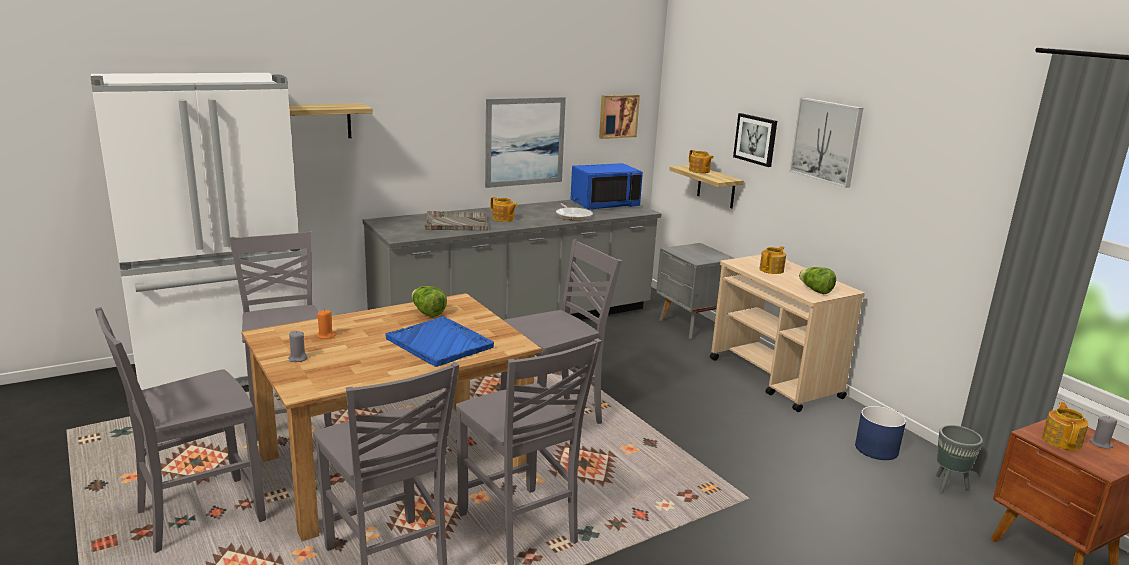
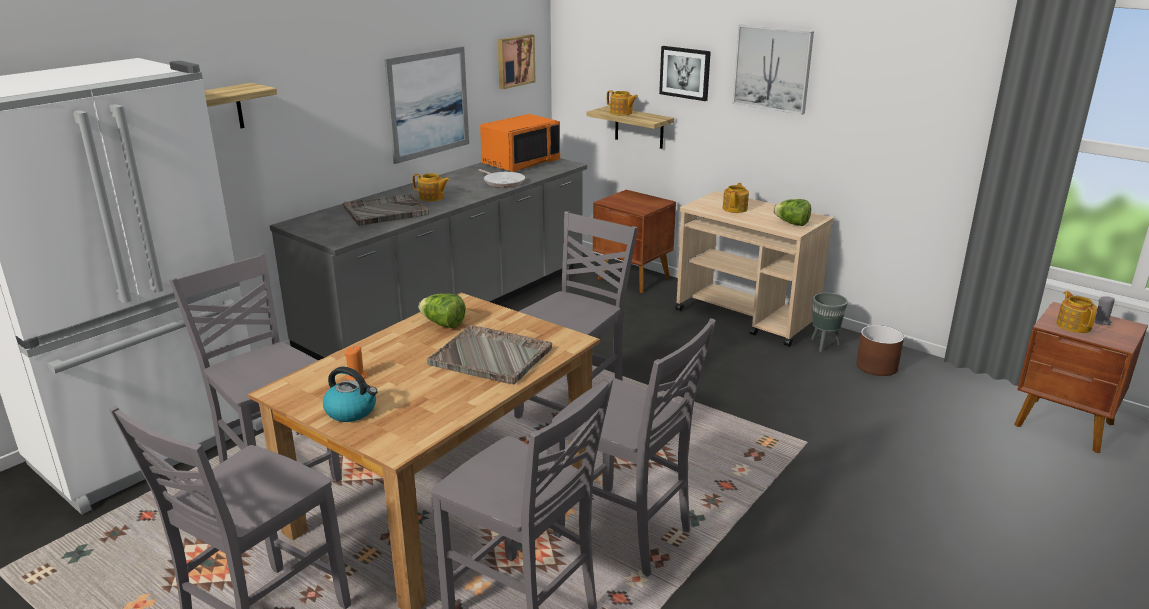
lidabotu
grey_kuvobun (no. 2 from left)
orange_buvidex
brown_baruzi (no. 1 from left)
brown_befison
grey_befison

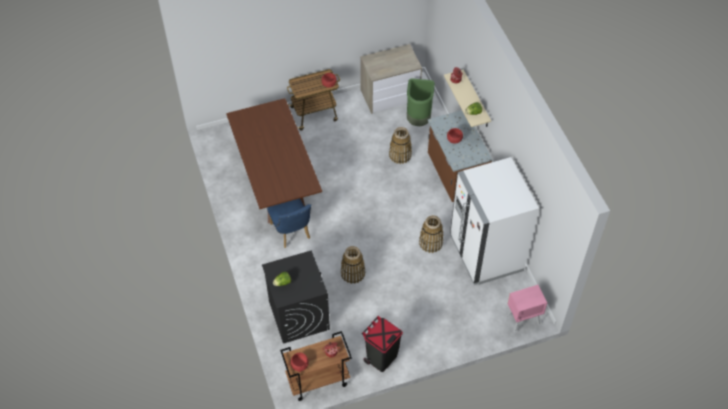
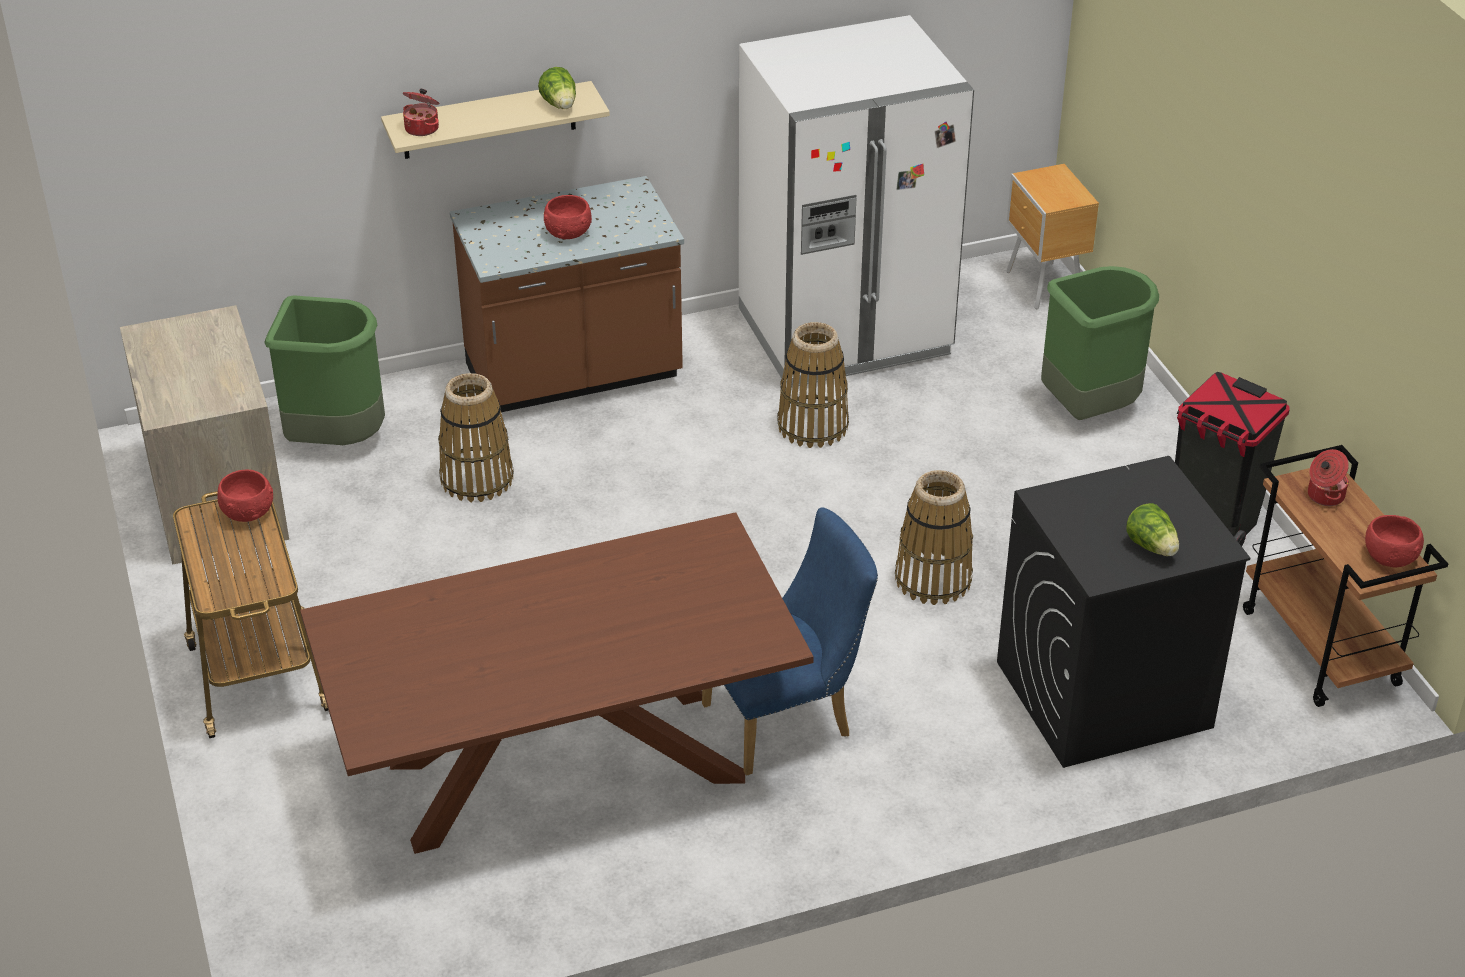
brown_baruzi
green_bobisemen (no. 2 from left)

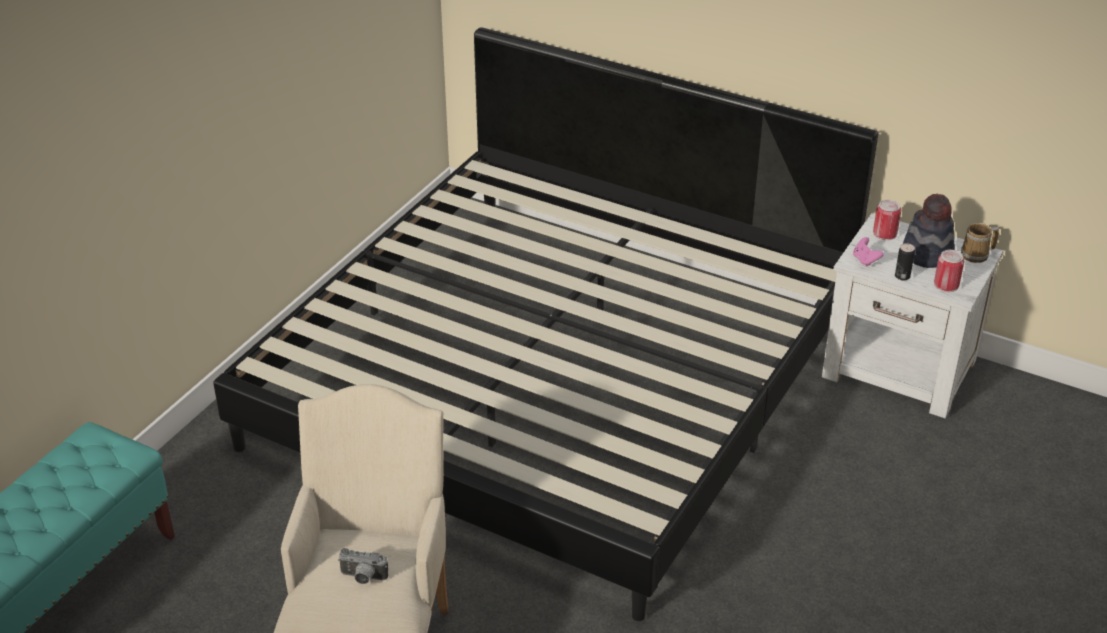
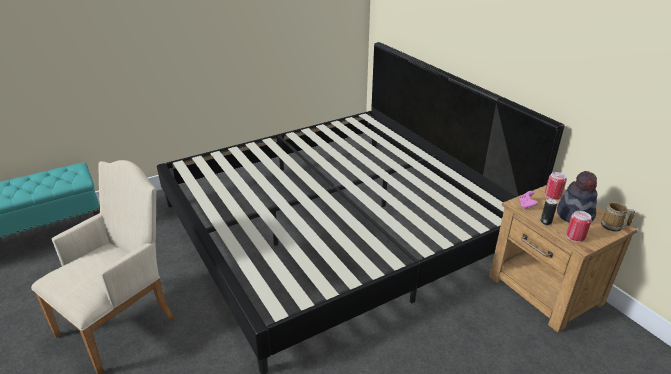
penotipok
brown_baruzi

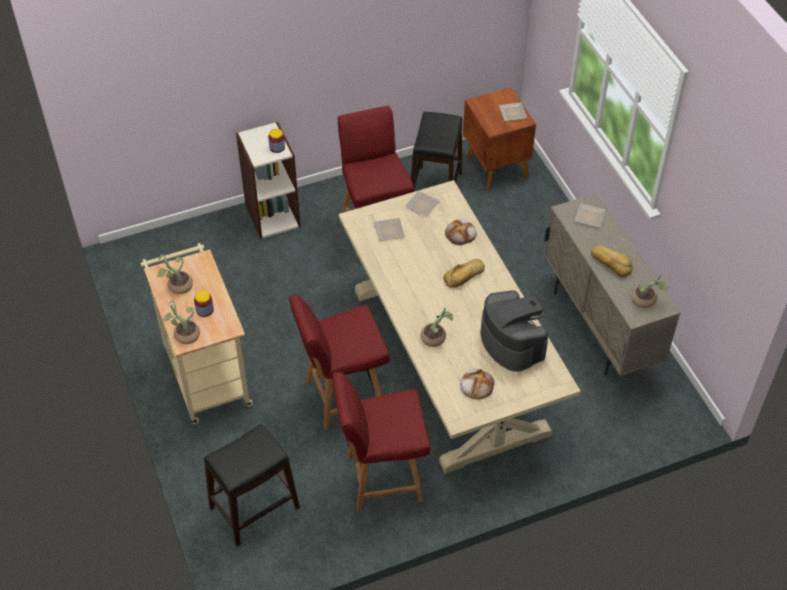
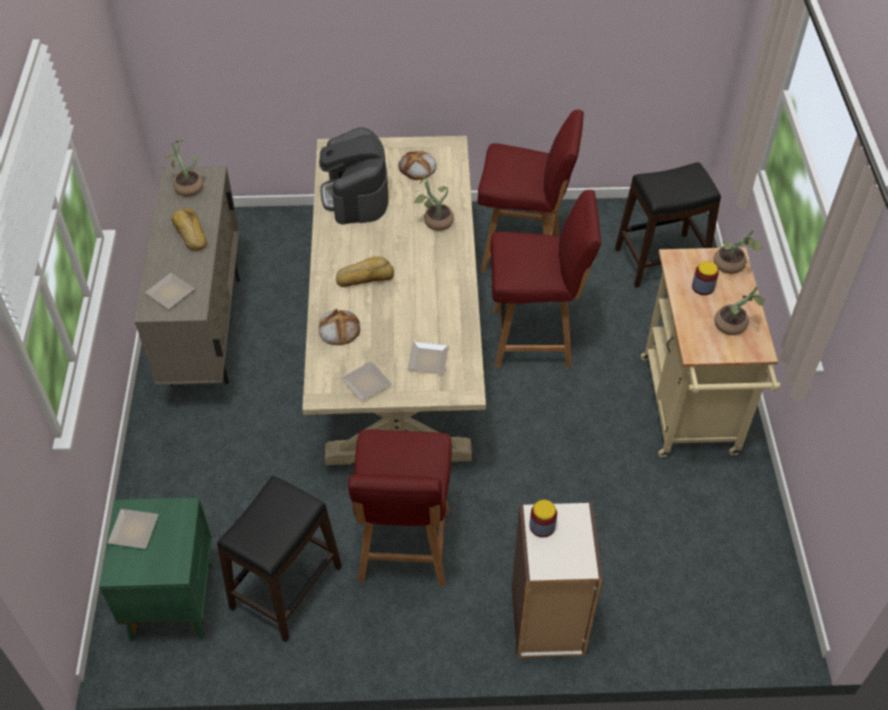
green_baruzi

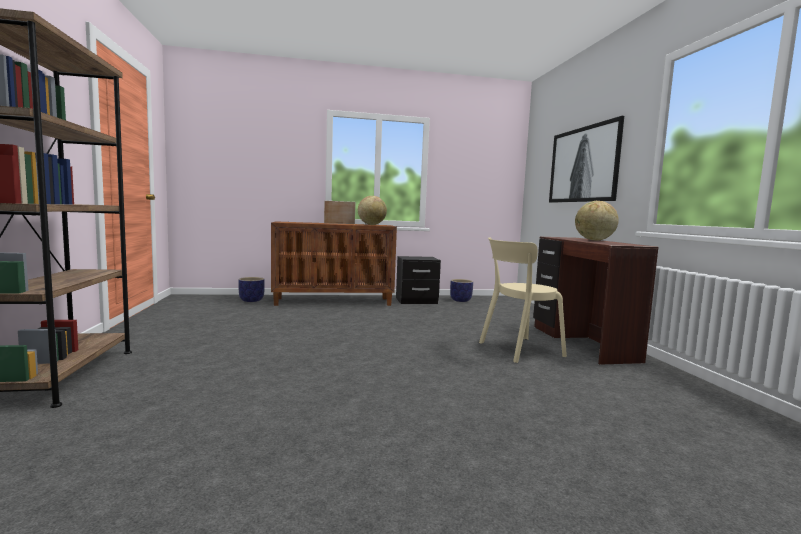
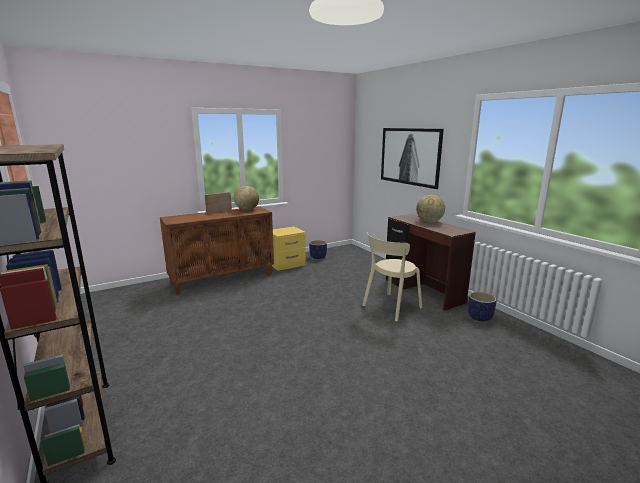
befison (no. 2 from left)
yellow_baruzi

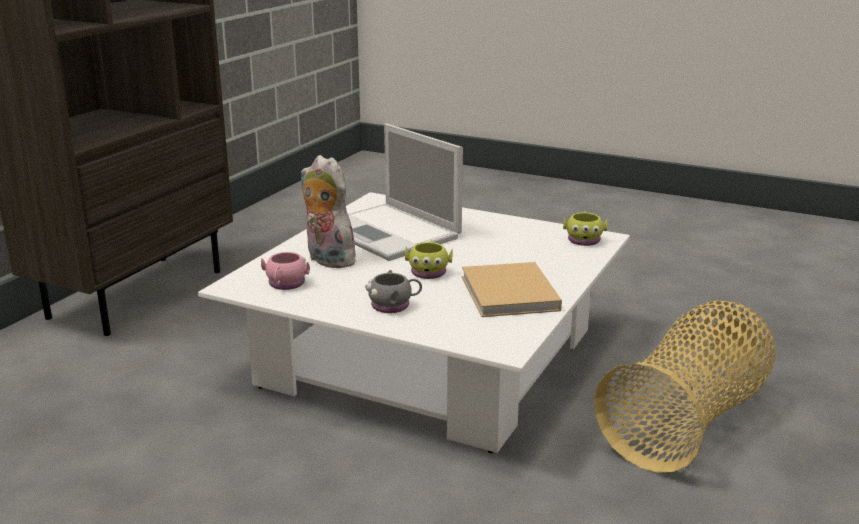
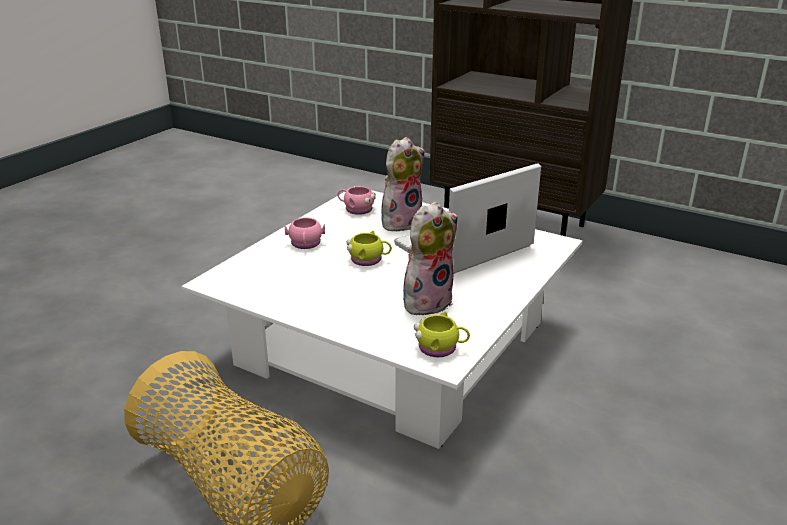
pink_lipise (no. 1 from left)
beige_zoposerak
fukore (no. 2 from left)

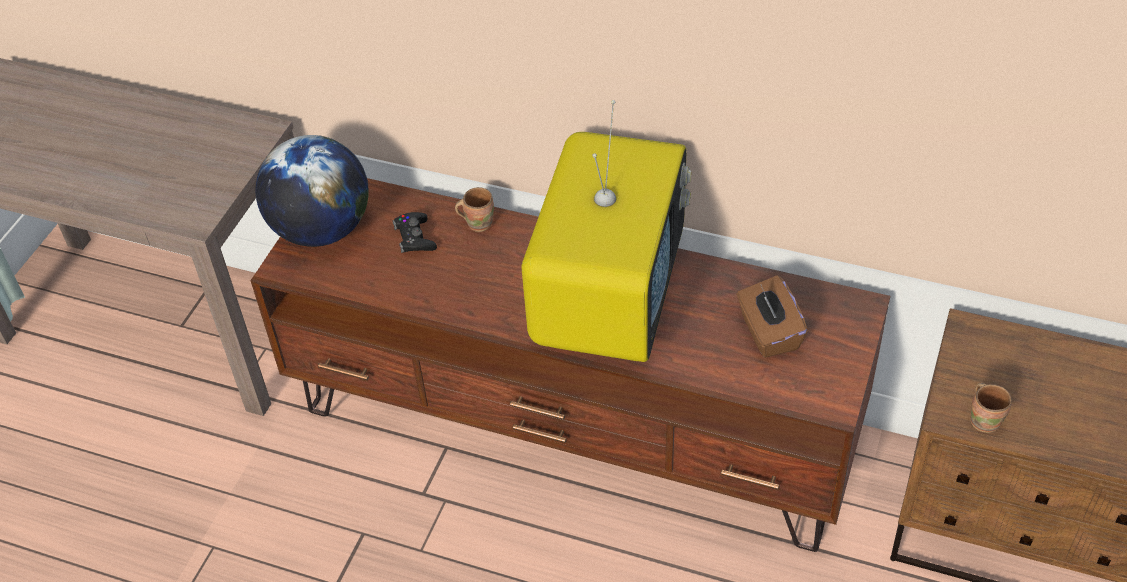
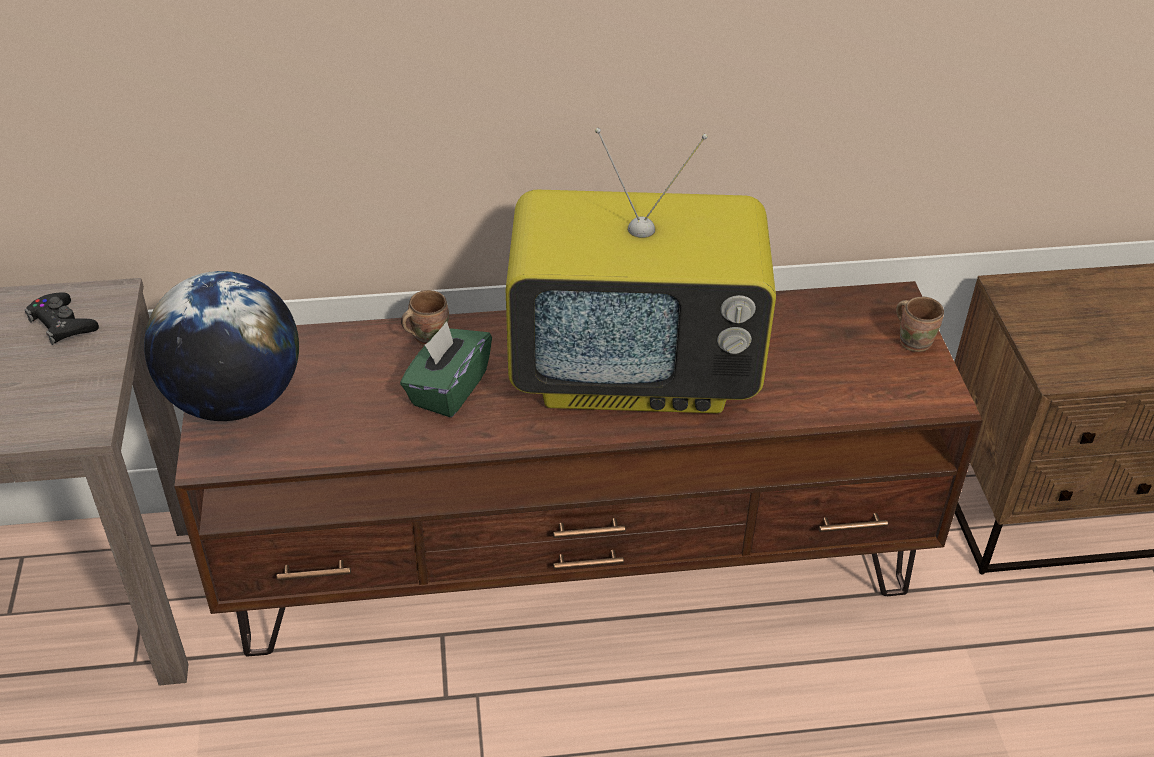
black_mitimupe
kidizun
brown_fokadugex
brown_lipise (no. 2 from left)
green_fokadugex

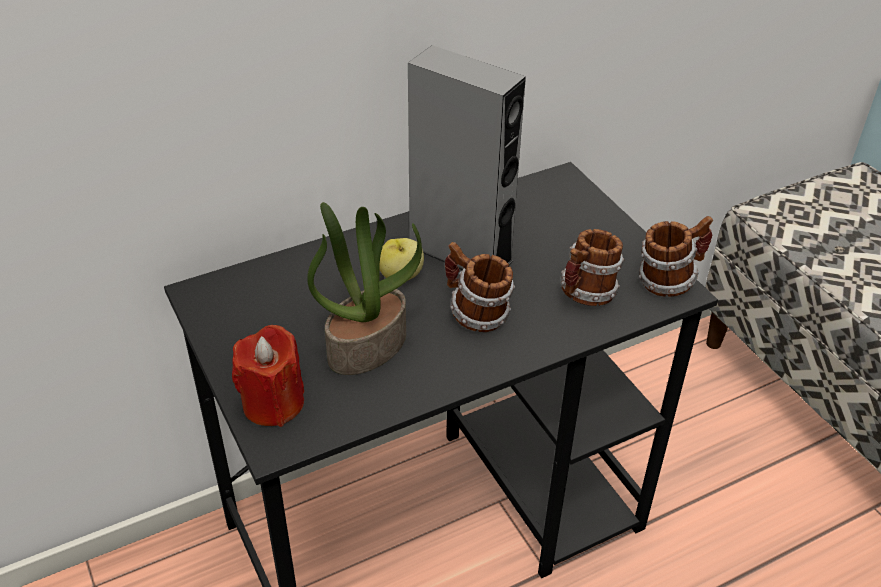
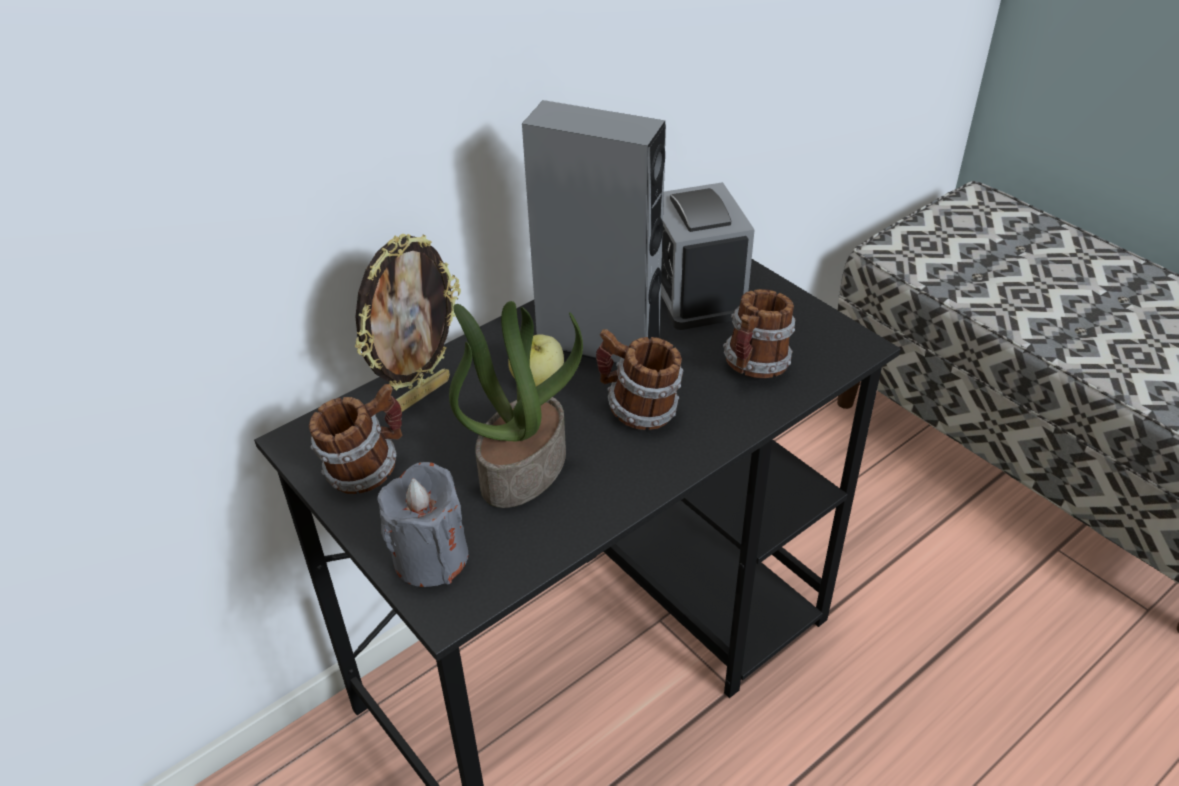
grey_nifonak
lipise (no. 1 from left)
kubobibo
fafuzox

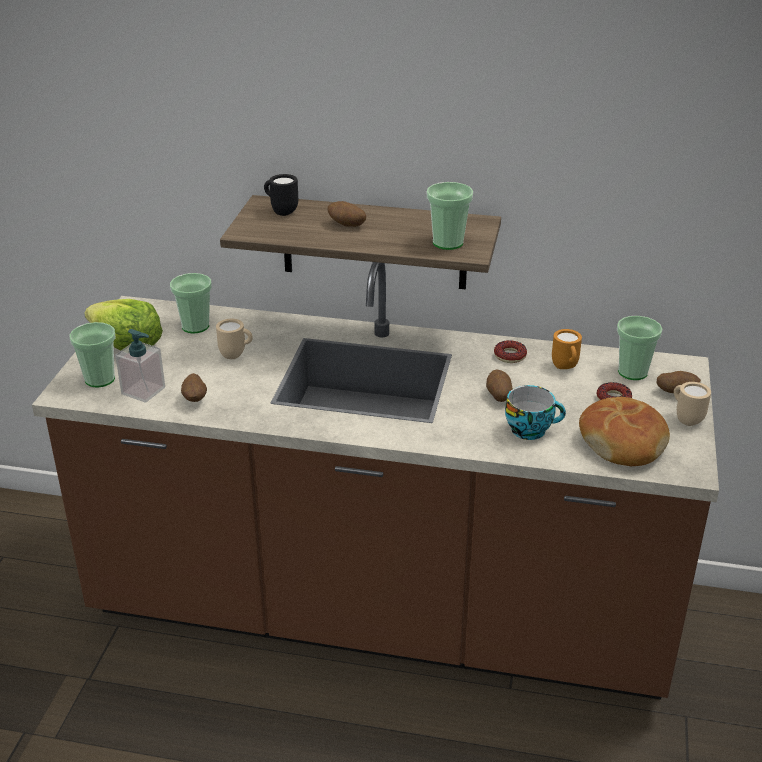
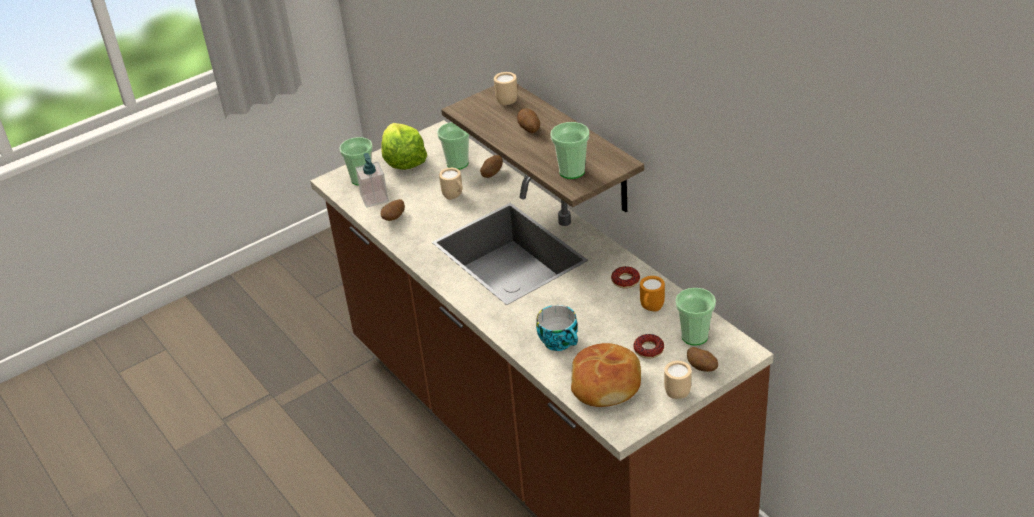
beige_lipise (no. 2 from left)
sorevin (no. 2 from left)

